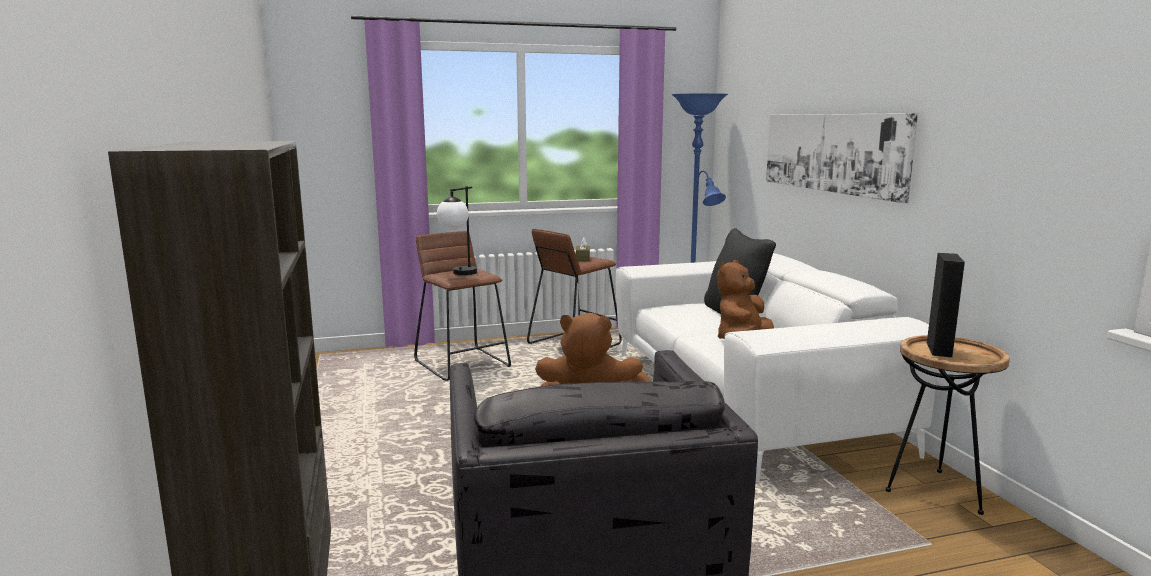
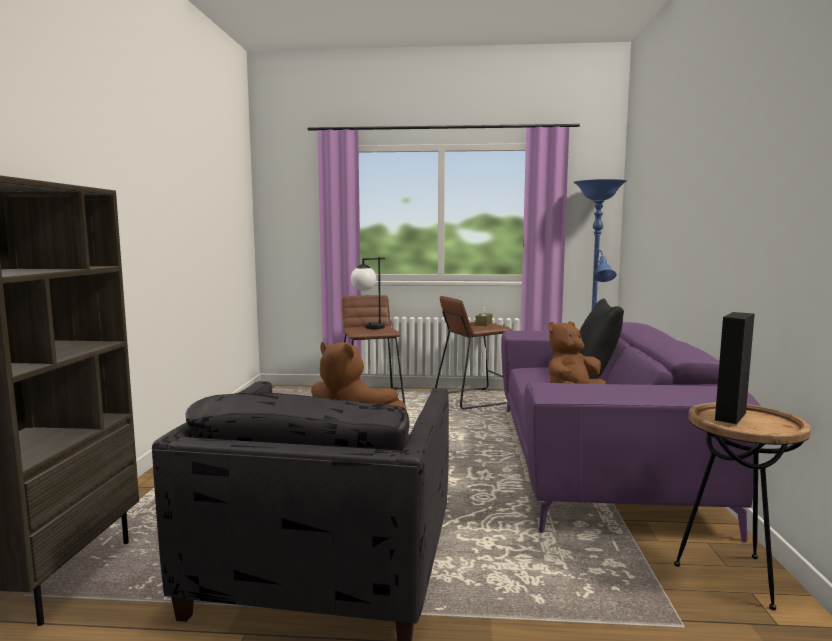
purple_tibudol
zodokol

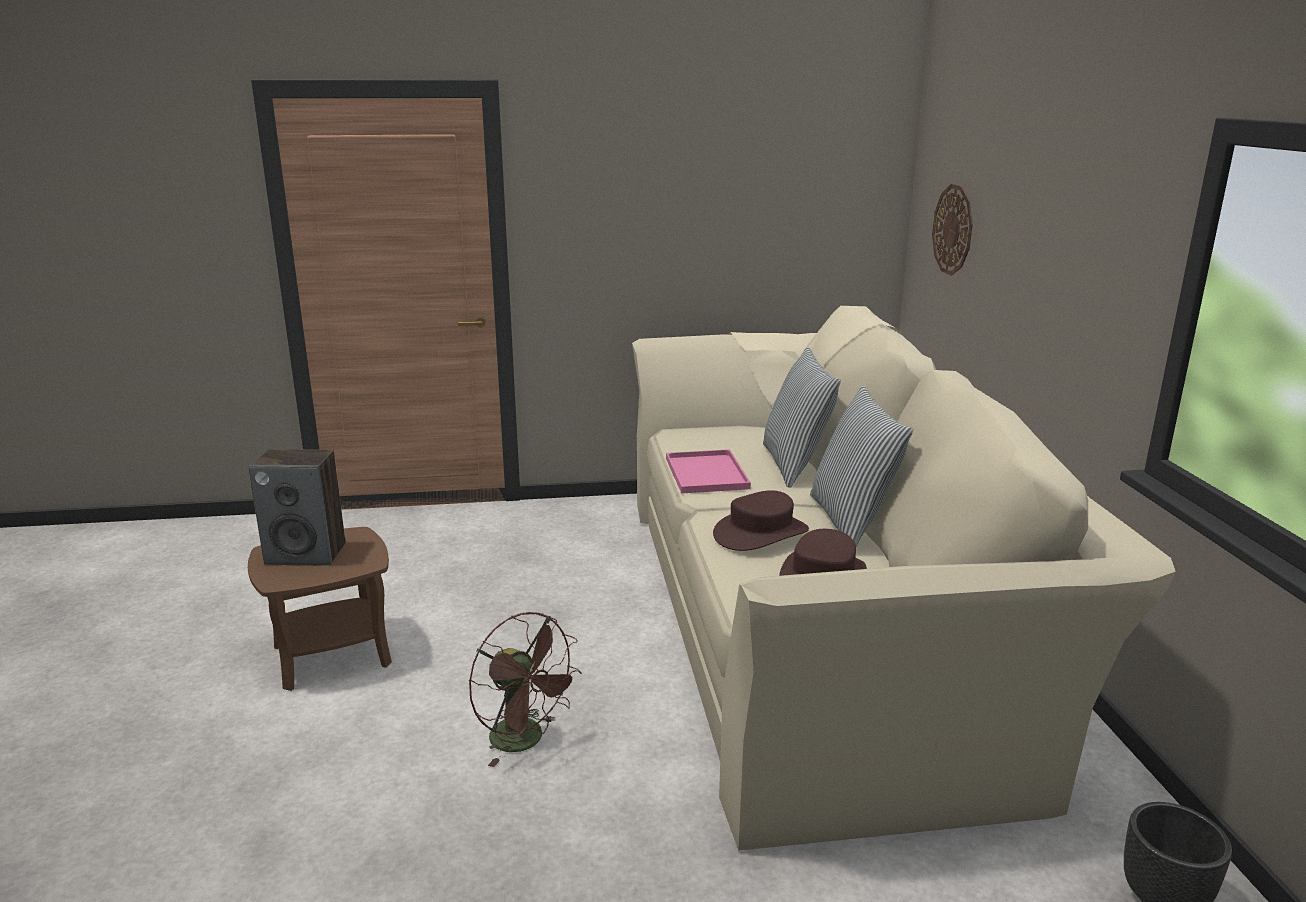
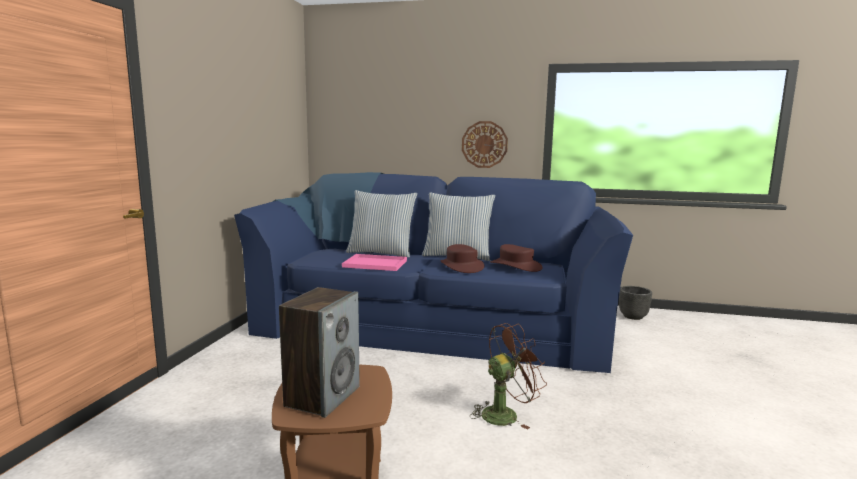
blue_tibudol
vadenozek

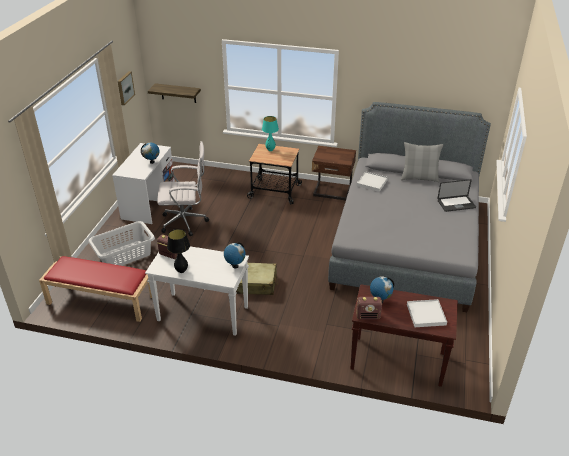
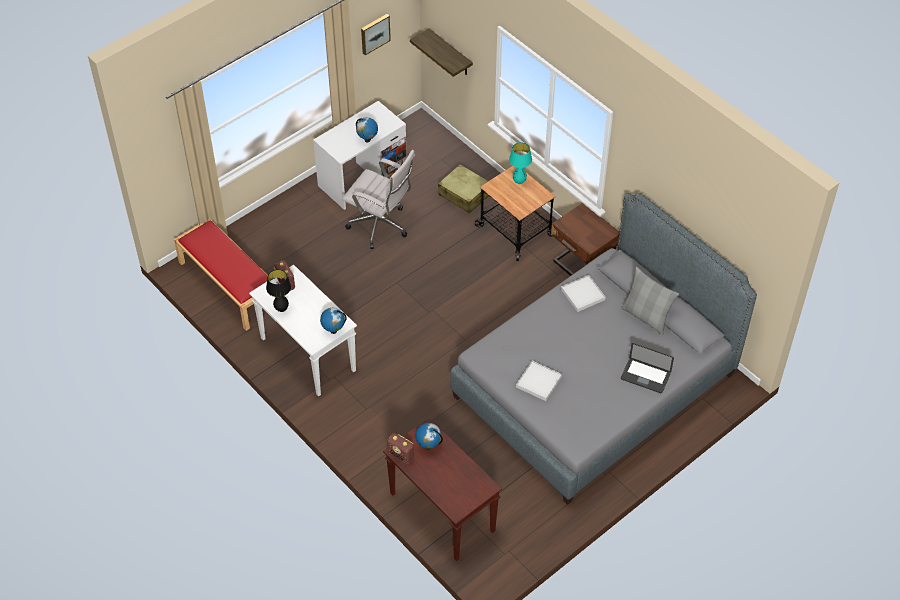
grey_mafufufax
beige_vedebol
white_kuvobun (no. 1 from left)

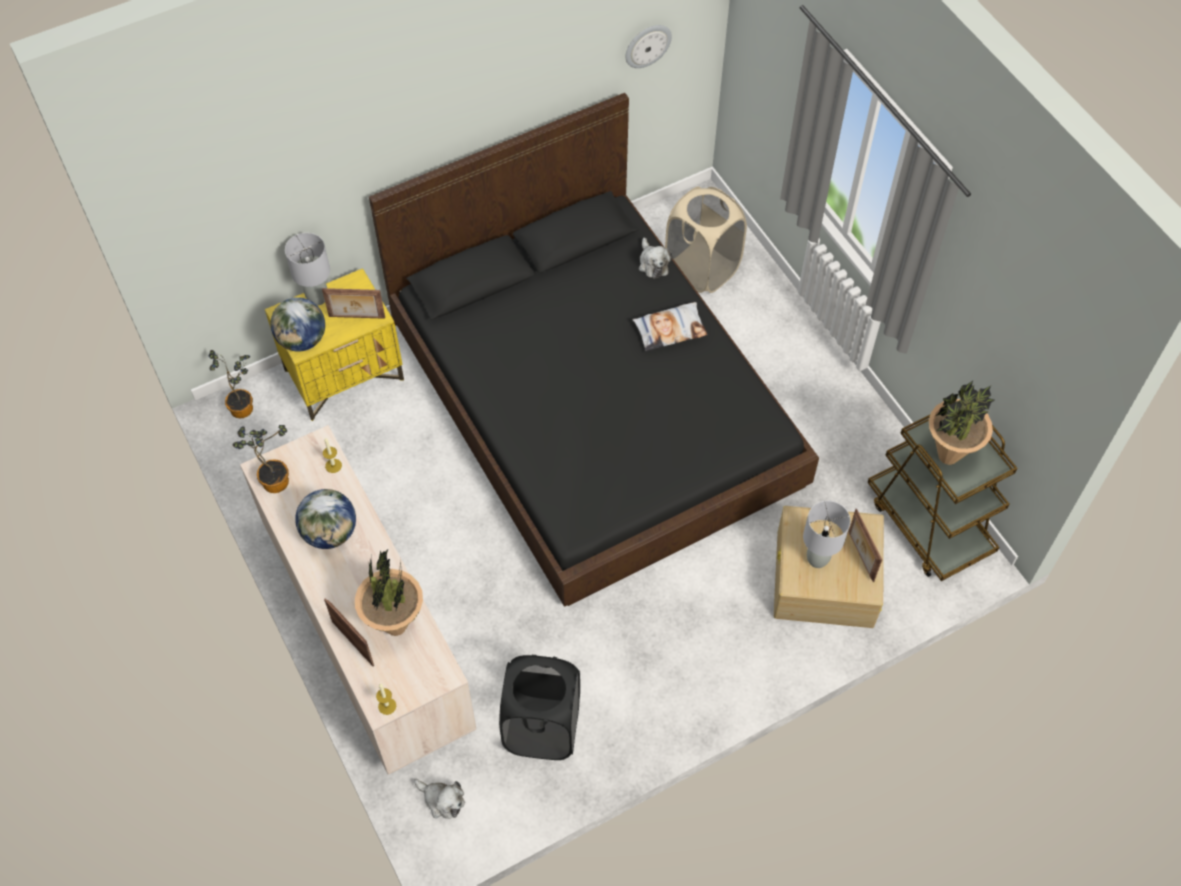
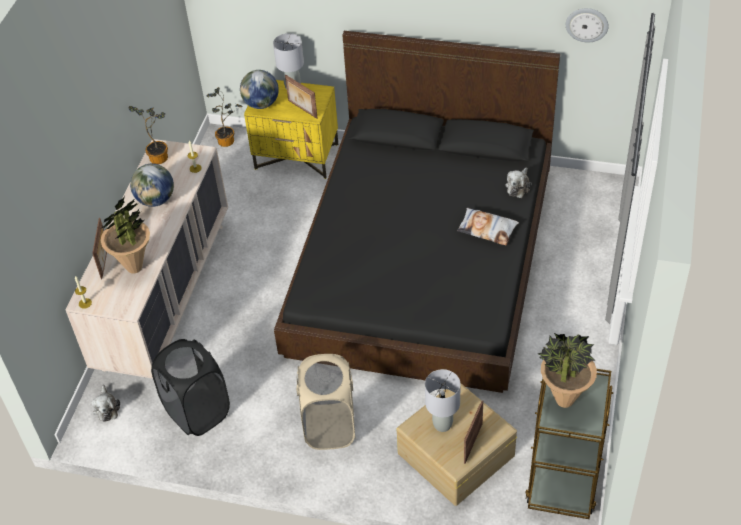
beige_mafufufax

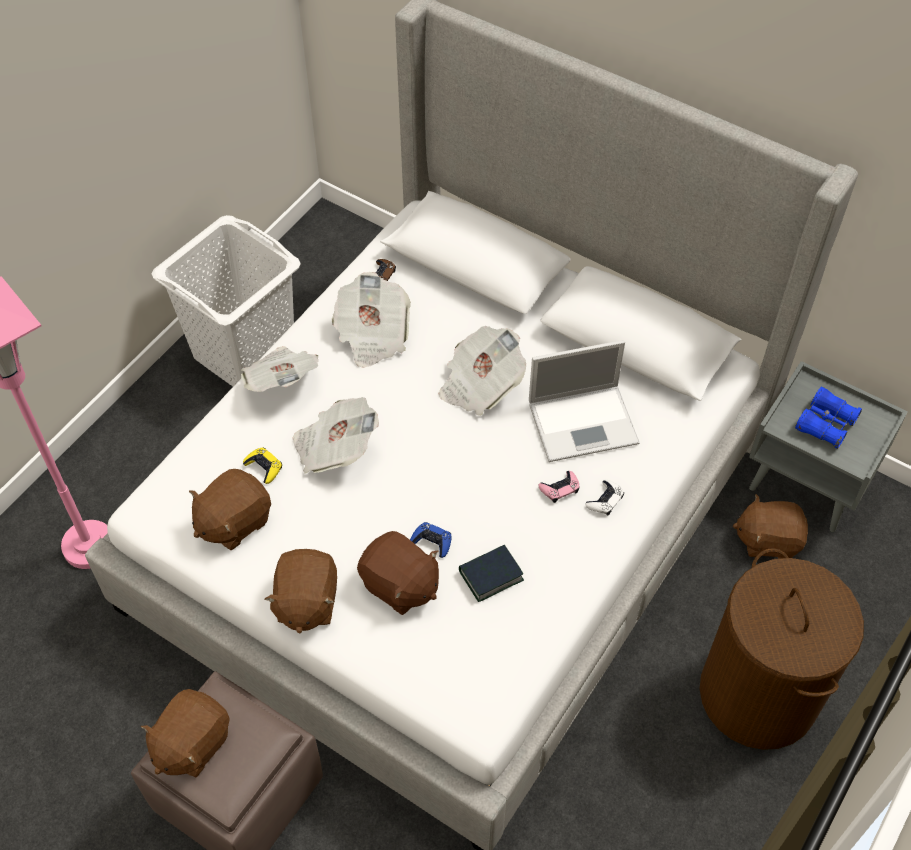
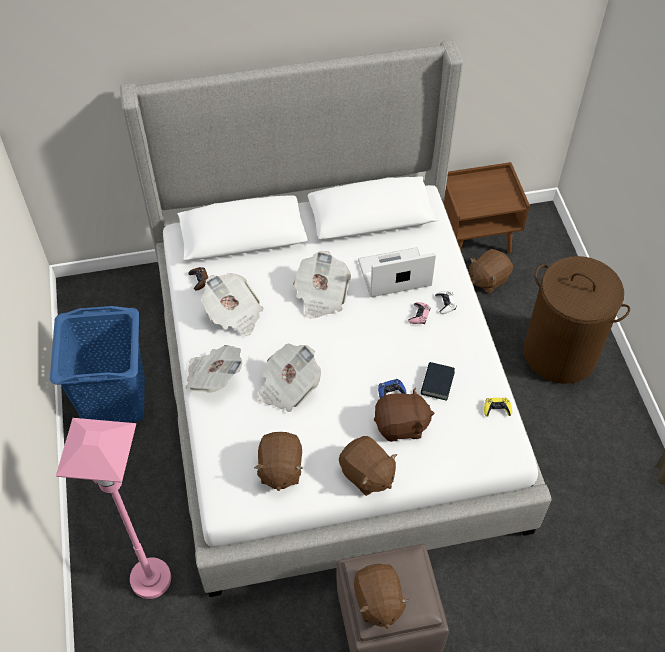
blue_mafufufax
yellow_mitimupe
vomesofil
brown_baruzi
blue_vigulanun

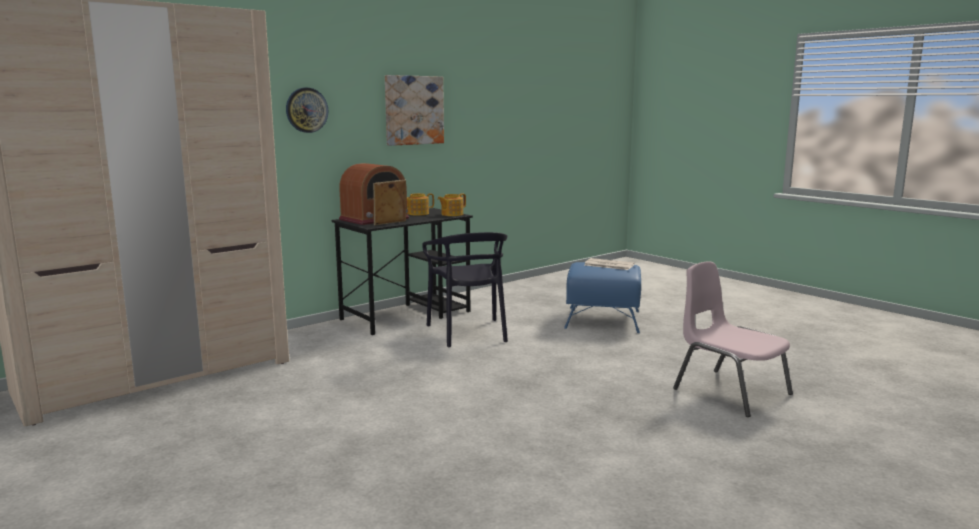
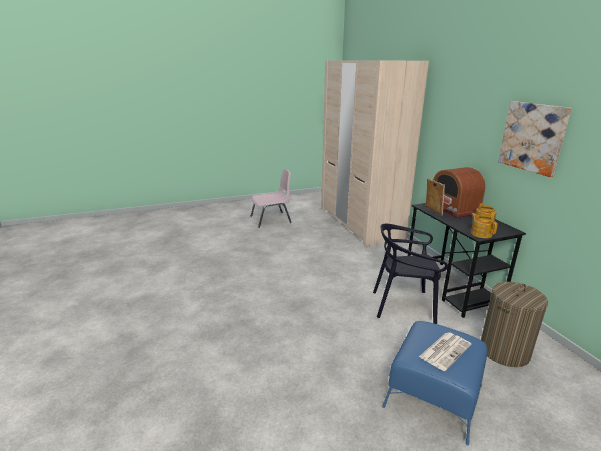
vadenozek
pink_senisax
mafufufax

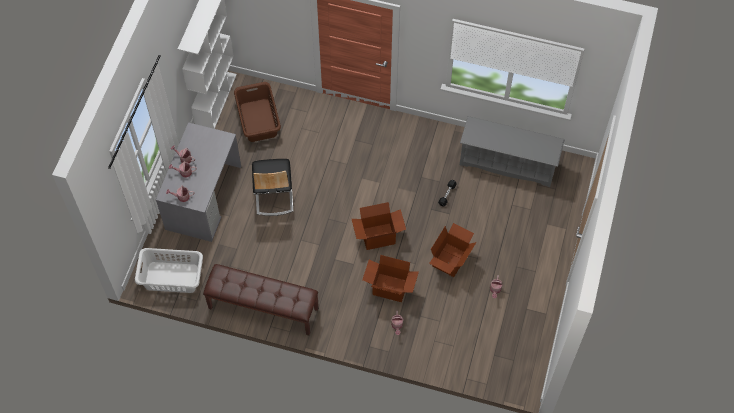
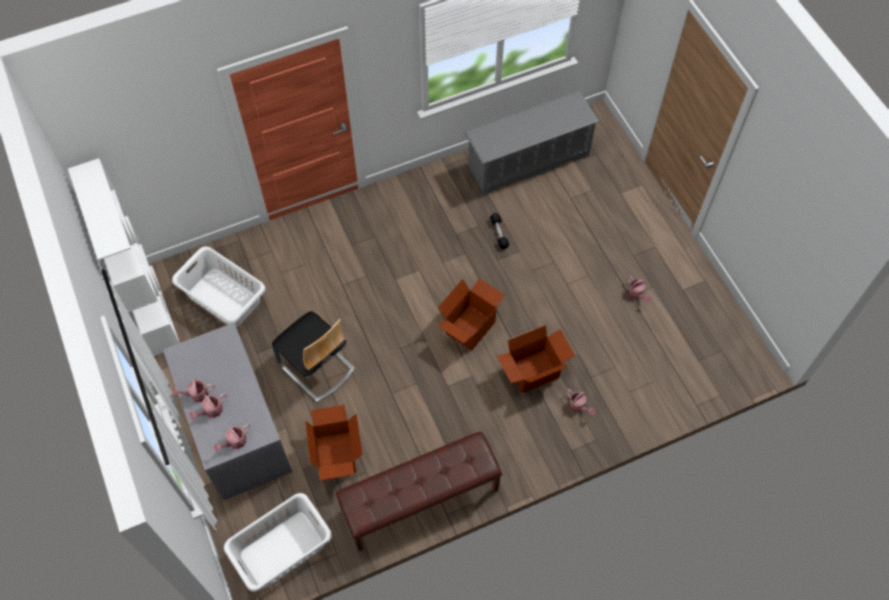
white_mafufufax (no. 1 from left)
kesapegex (no. 1 from left)

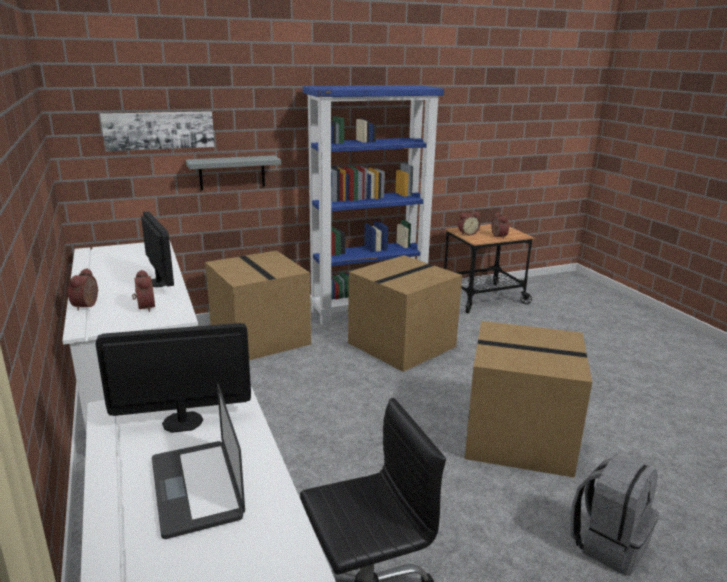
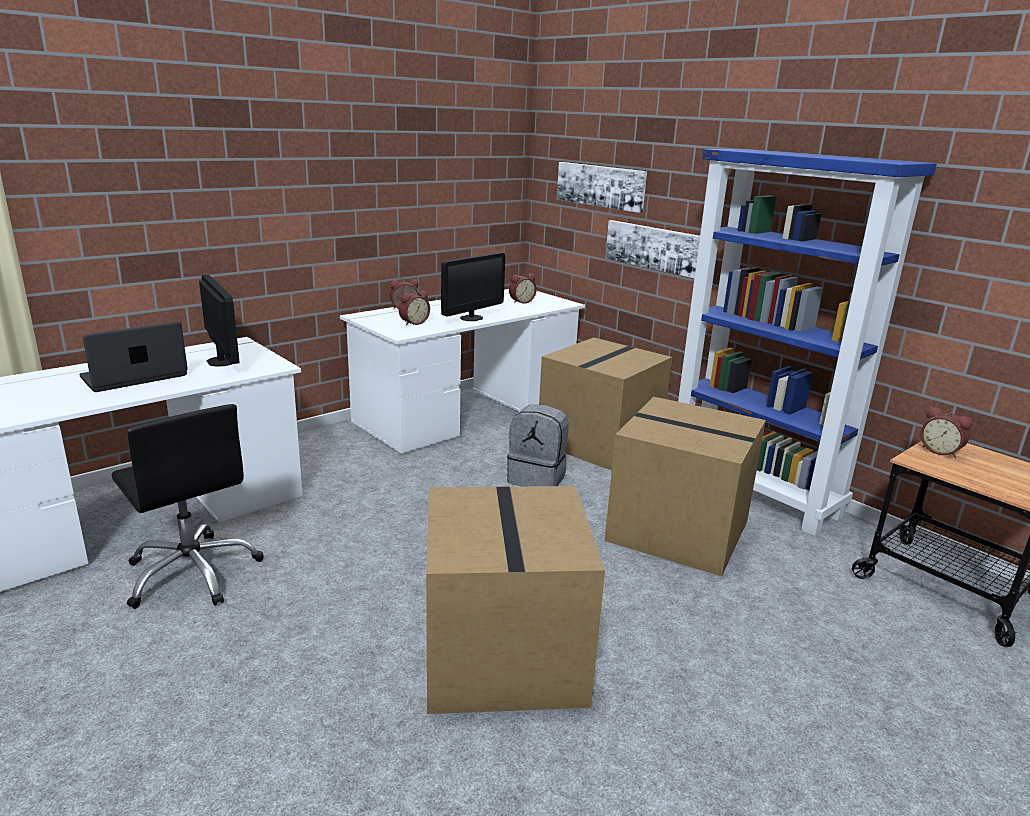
zodokol (no. 2 from left)
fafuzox (no. 3 from left)
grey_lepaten

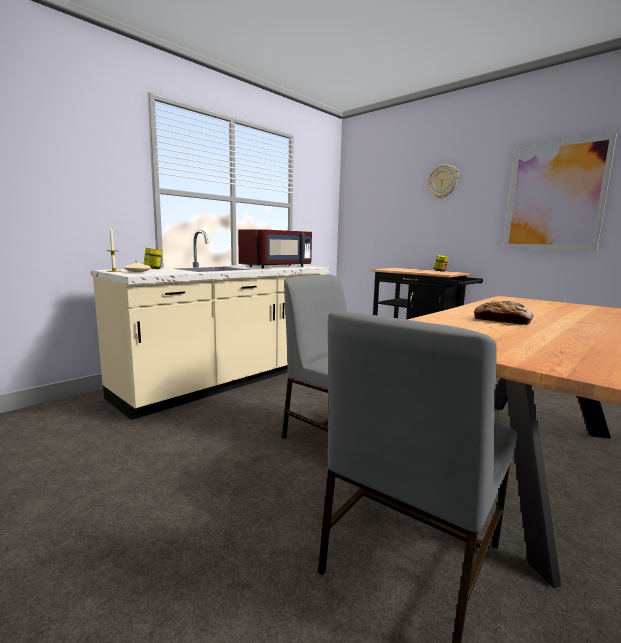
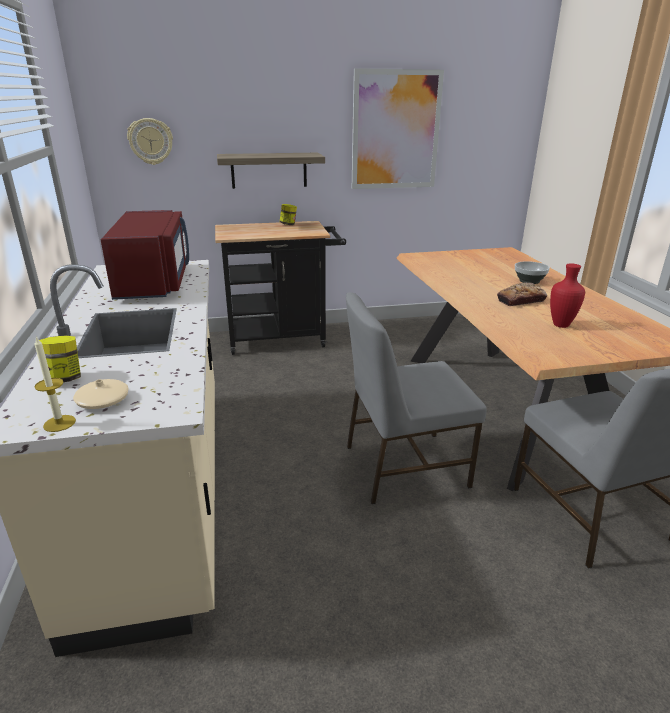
vadenozek
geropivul
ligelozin
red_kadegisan

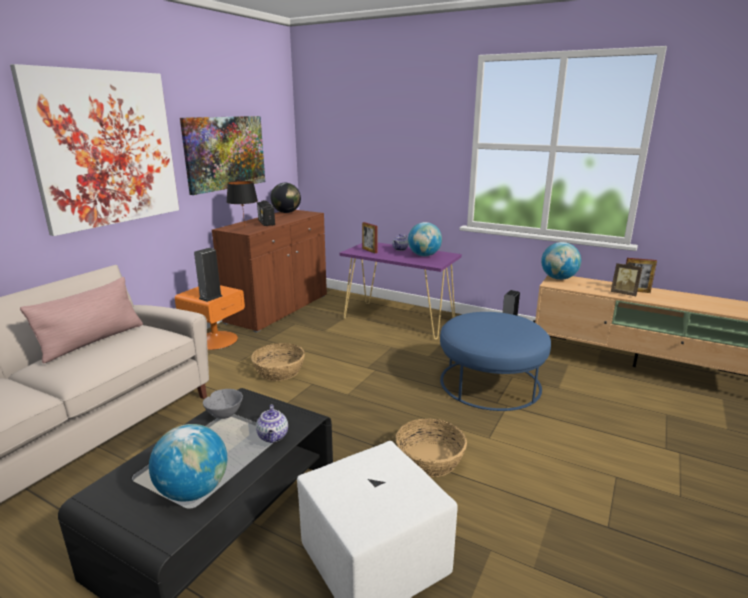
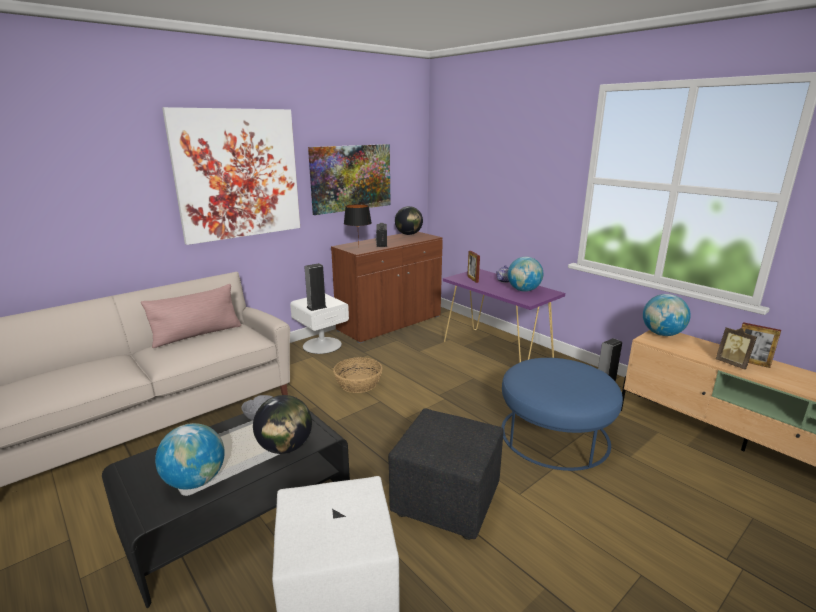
white_baruzi
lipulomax (no. 2 from left)
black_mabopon

